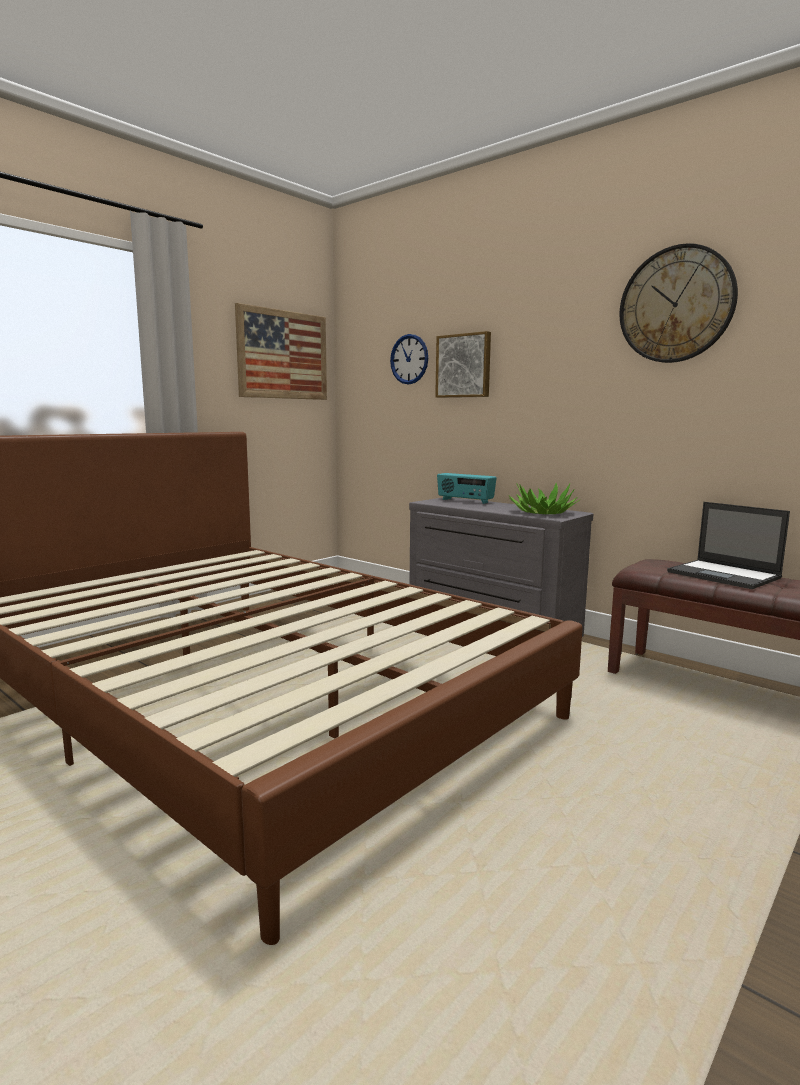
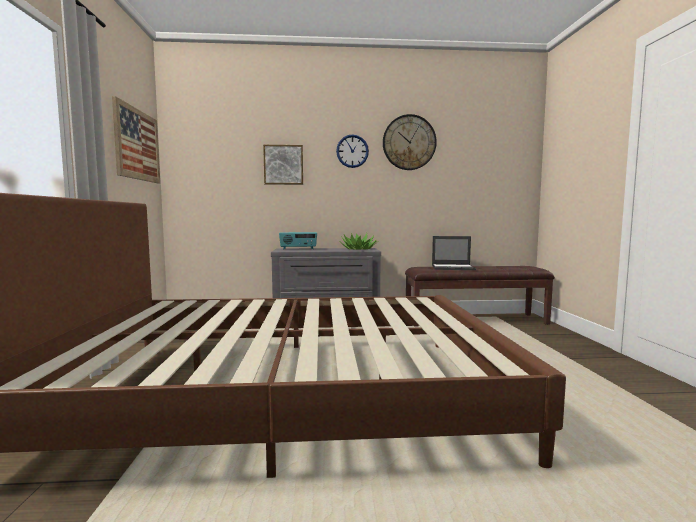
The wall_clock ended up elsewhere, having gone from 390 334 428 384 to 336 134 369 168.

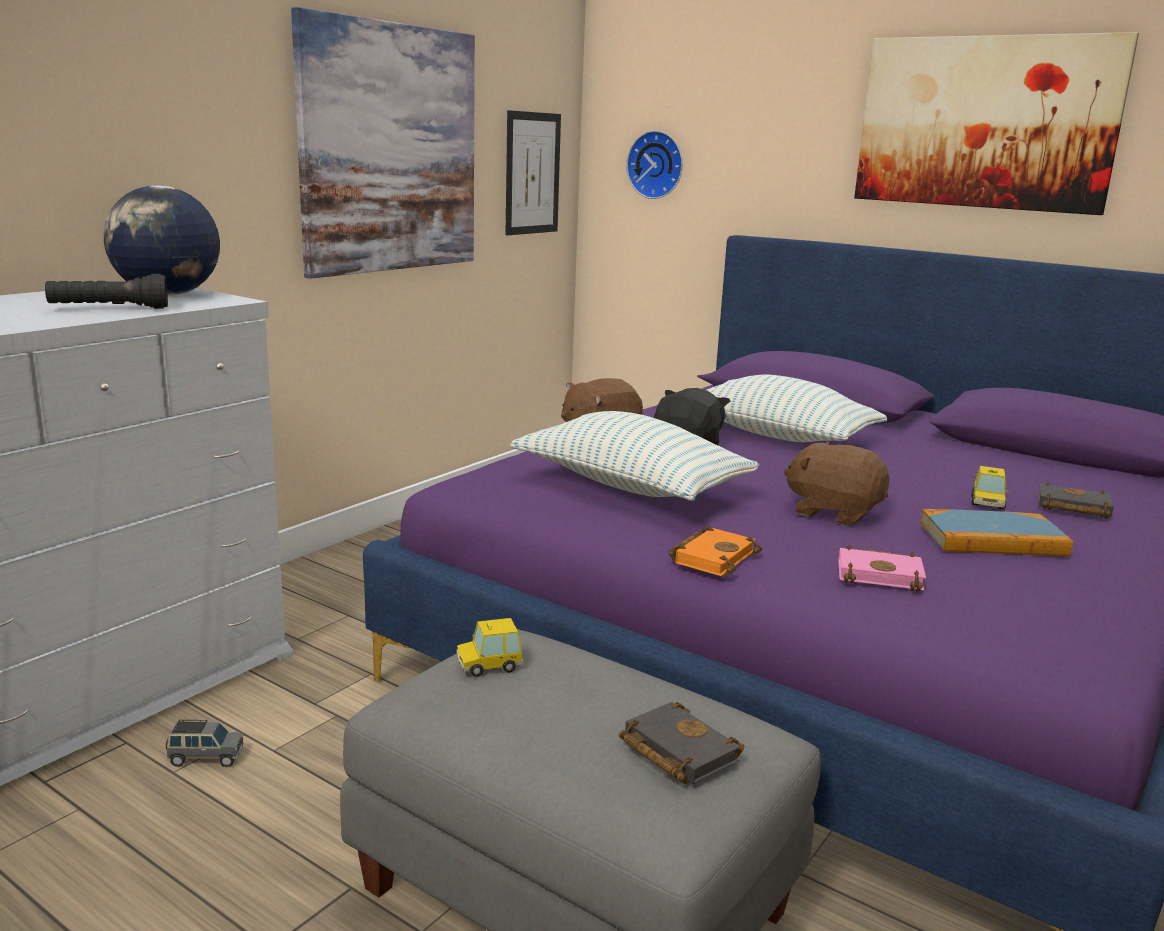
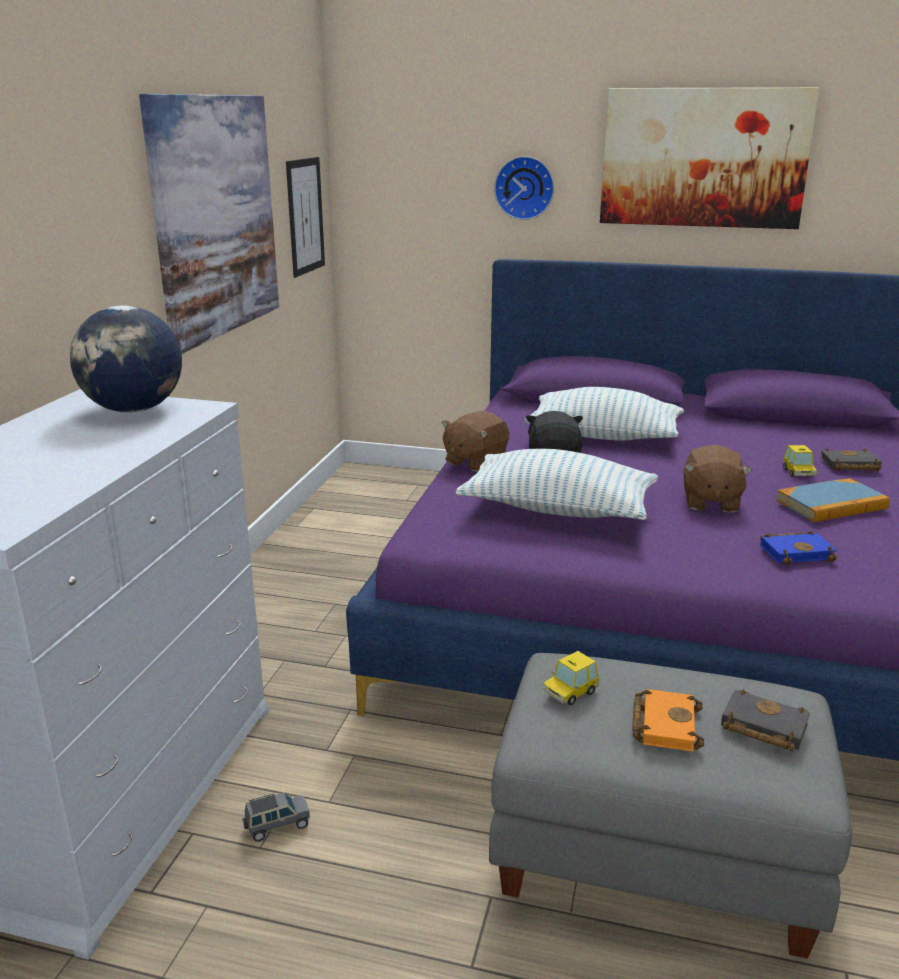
The second view lost the black_flashlight at 45 274 168 309.
The wall_clock ended up elsewhere, having gone from 626 130 683 199 to 494 156 554 220.
The orange_book ended up elsewhere, having gone from 668 526 762 577 to 632 689 704 752.
What was the pink_book at 838 545 926 592 turned into the blue_book at 760 531 837 565.
The brown_plush_toy at 784 442 890 526 ended up facing another way, 90 degrees counterclockwise from before.

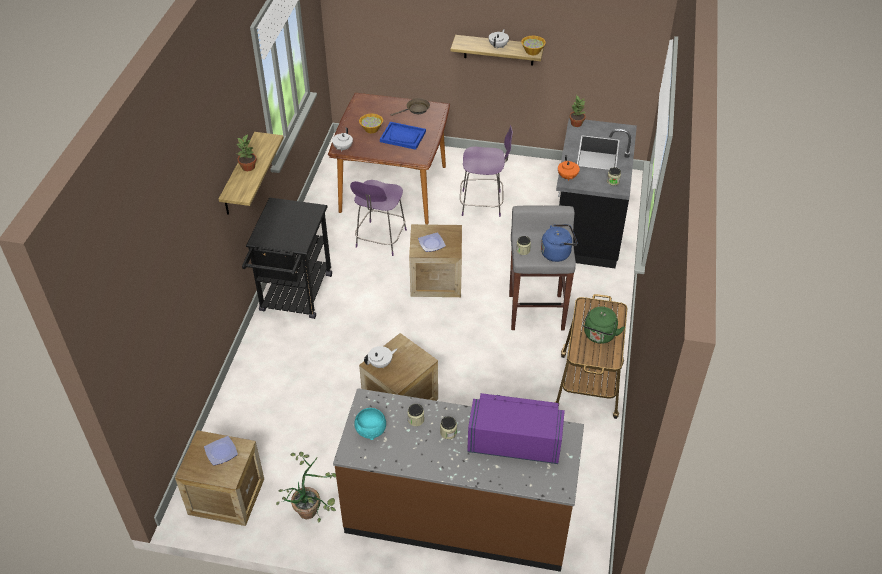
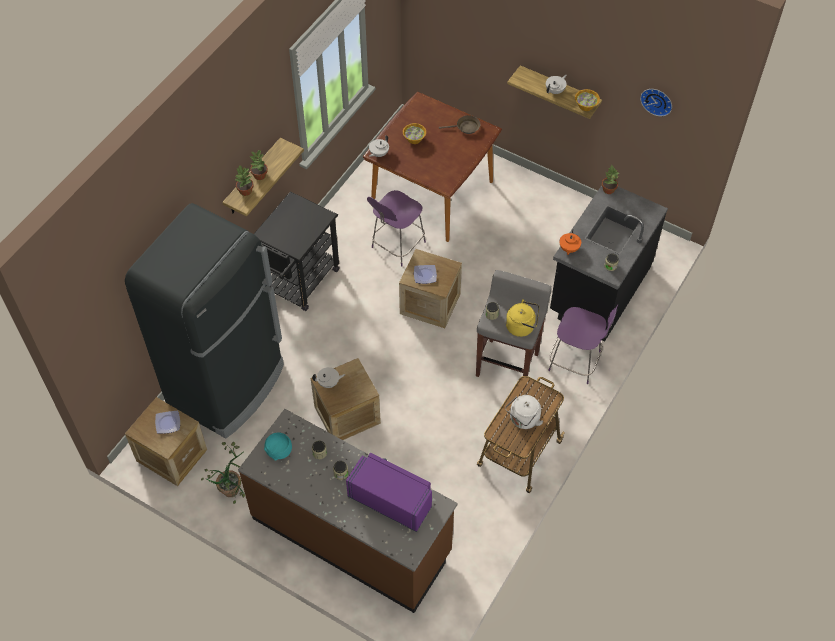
The second view lost the blue_tray at 380 122 426 150.
The second view gained the black_fridge at 125 203 284 438.
The second view gained the potted_plant at 235 165 253 196.
The second view gained the wall_clock at 640 89 672 116.
The purple_chair ended up elsewhere, having gone from 460 125 513 217 to 548 304 618 384.
What was the blue_kettle at 541 224 578 262 turned into the yellow_kettle at 506 299 539 337.
What was the green_kettle at 583 307 625 344 turned into the white_kettle at 505 395 544 429.

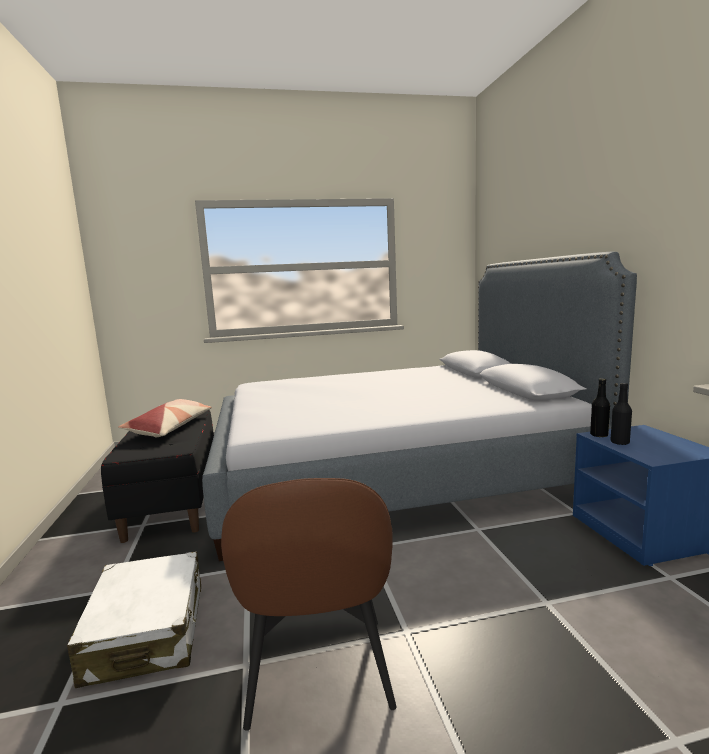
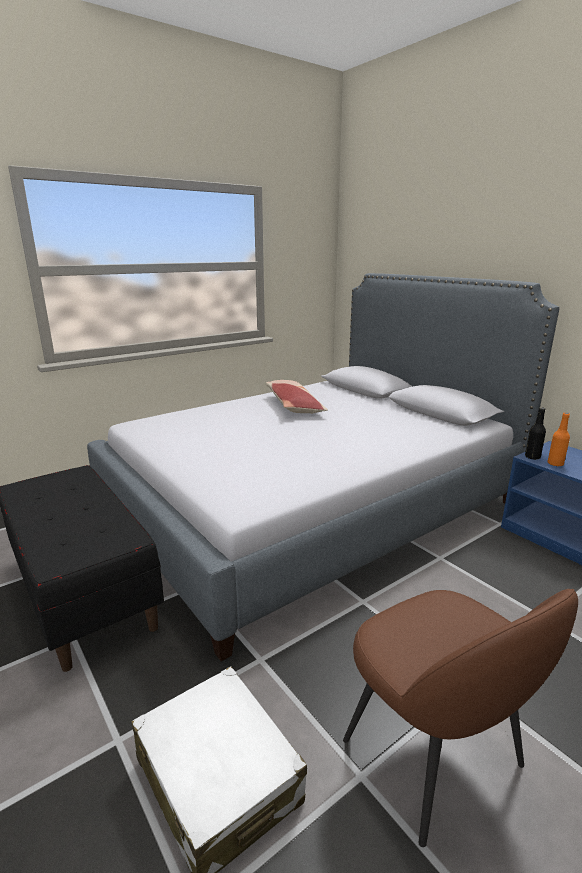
The pillow ended up elsewhere, having gone from 118 399 212 437 to 266 380 328 414.
What was the black_bottle at 610 383 632 445 turned into the orange_bottle at 547 413 570 466.

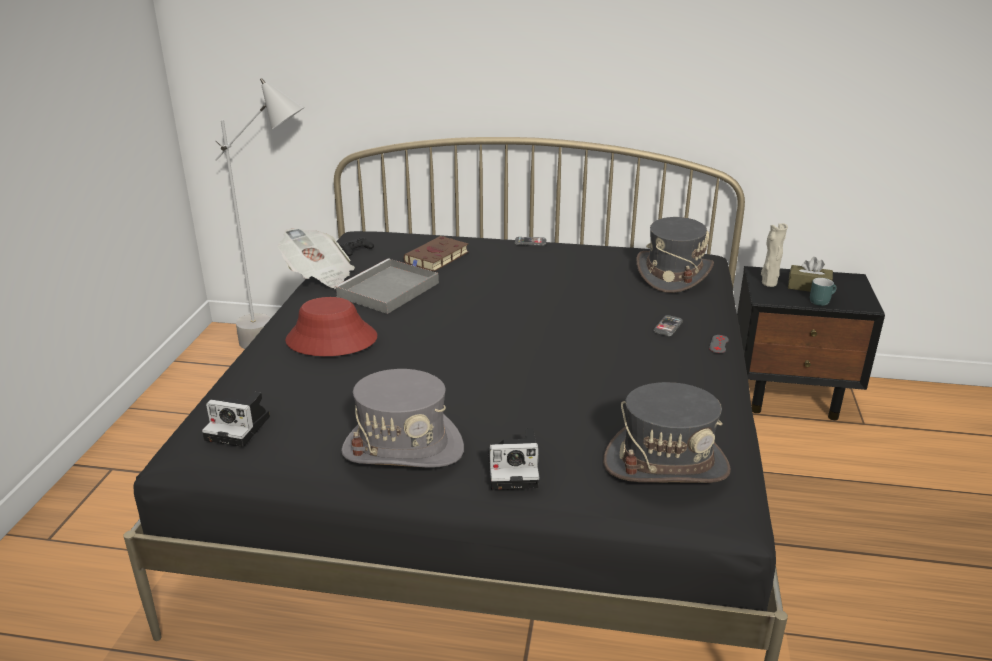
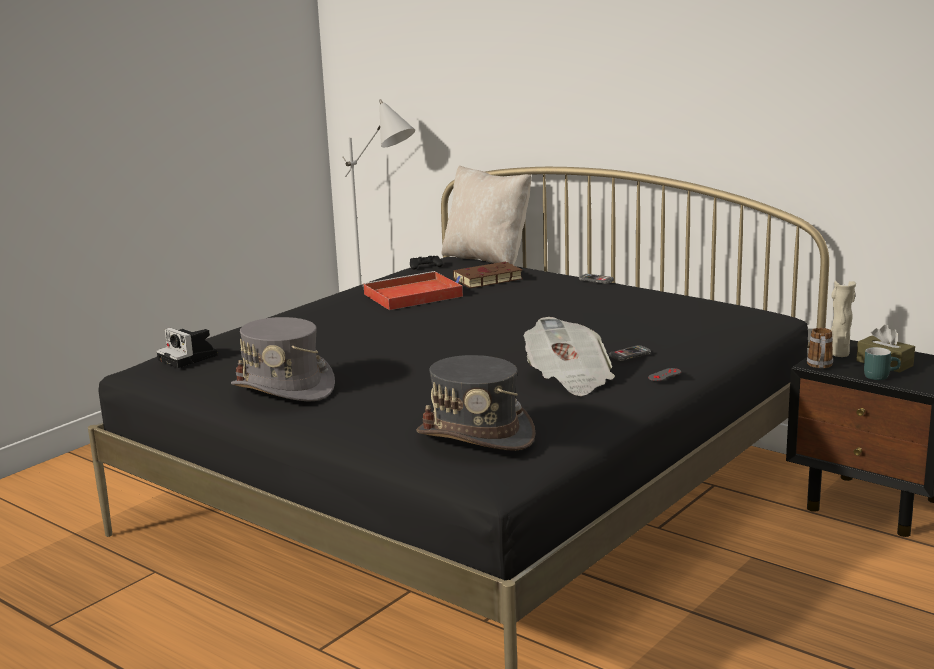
The second view lost the red_hat at 285 297 377 356.
The second view lost the photo_camera at 488 428 540 490.
The second view lost the grey_hat at 637 217 714 293.
The second view gained the beige_pillow at 442 165 531 265.
The second view gained the mug at 807 328 833 368.
The newspaper ended up elsewhere, having gone from 278 228 355 288 to 524 317 615 396.
What was the grey_tray at 334 258 439 314 turned into the red_tray at 363 271 463 310.

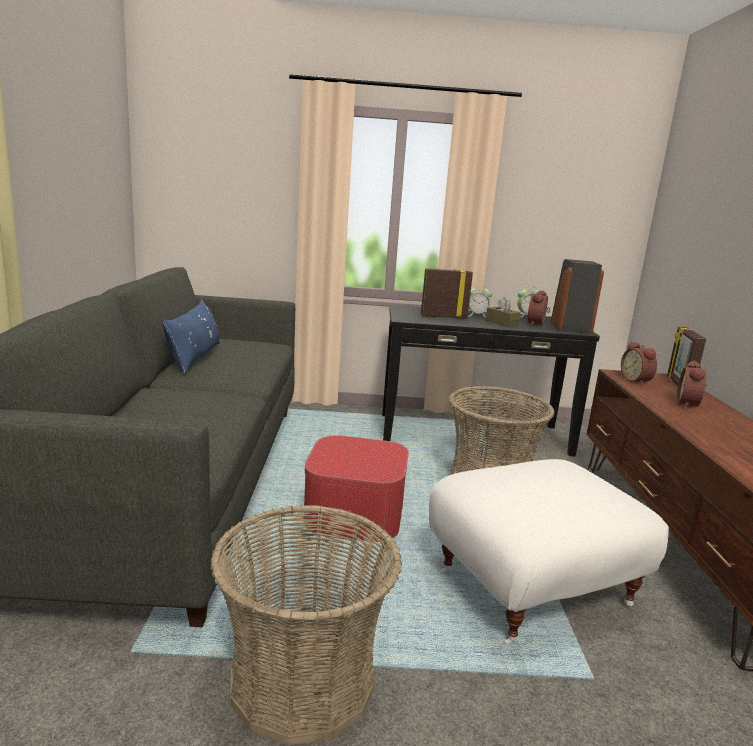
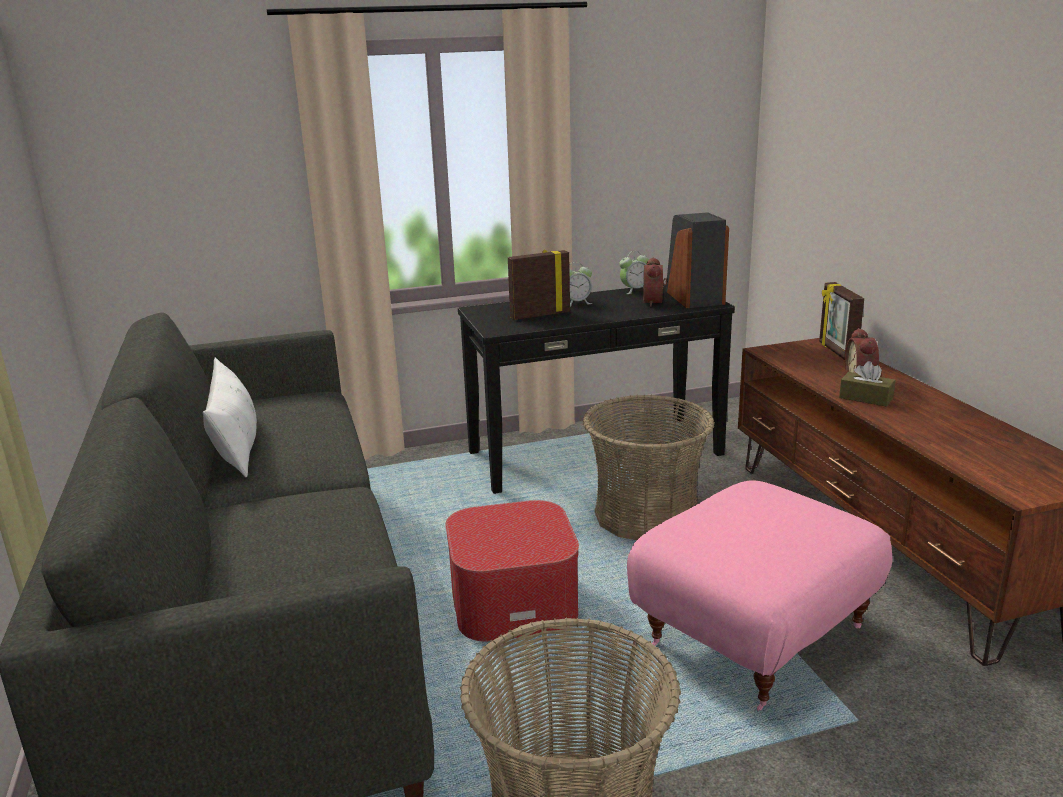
The second view lost the alarm_clock at 621 341 657 385.
The brown_tissue_box ended up elsewhere, having gone from 486 297 521 327 to 839 361 896 407.
What was the blue_pillow at 162 299 220 374 turned into the white_pillow at 203 358 257 477.
What was the white_ottoman at 429 459 669 644 turned into the pink_ottoman at 627 480 893 711.

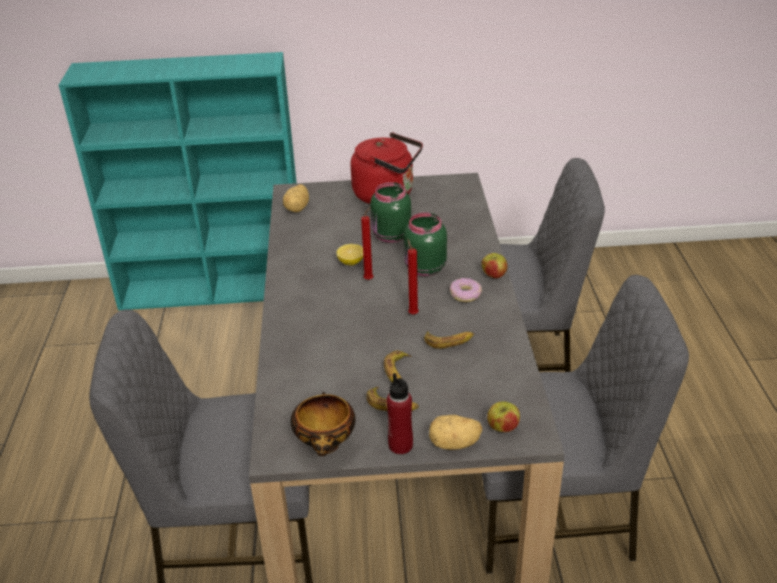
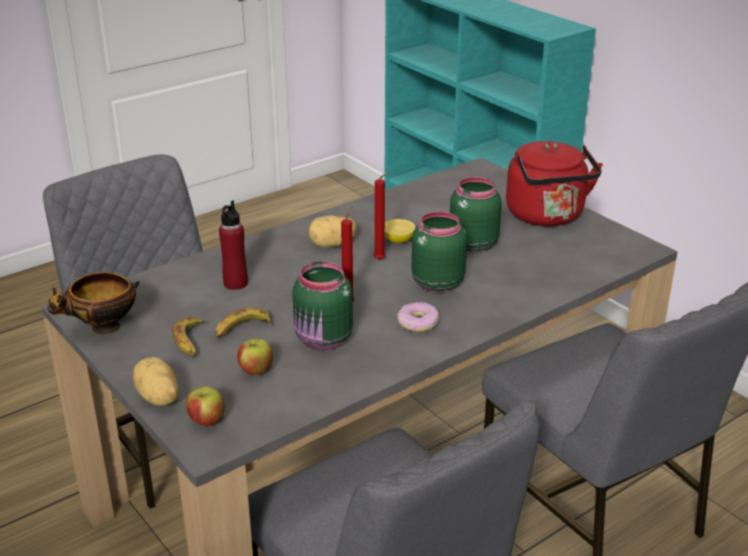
The potato ended up elsewhere, having gone from 283 184 309 212 to 309 215 357 248.
The red_bottle ended up elsewhere, having gone from 387 373 413 454 to 219 200 248 290.
The apple ended up elsewhere, having gone from 482 253 508 278 to 237 339 273 376.
Where the banana stood at 424 331 474 349, the green_jar came to stand at 292 261 353 350.

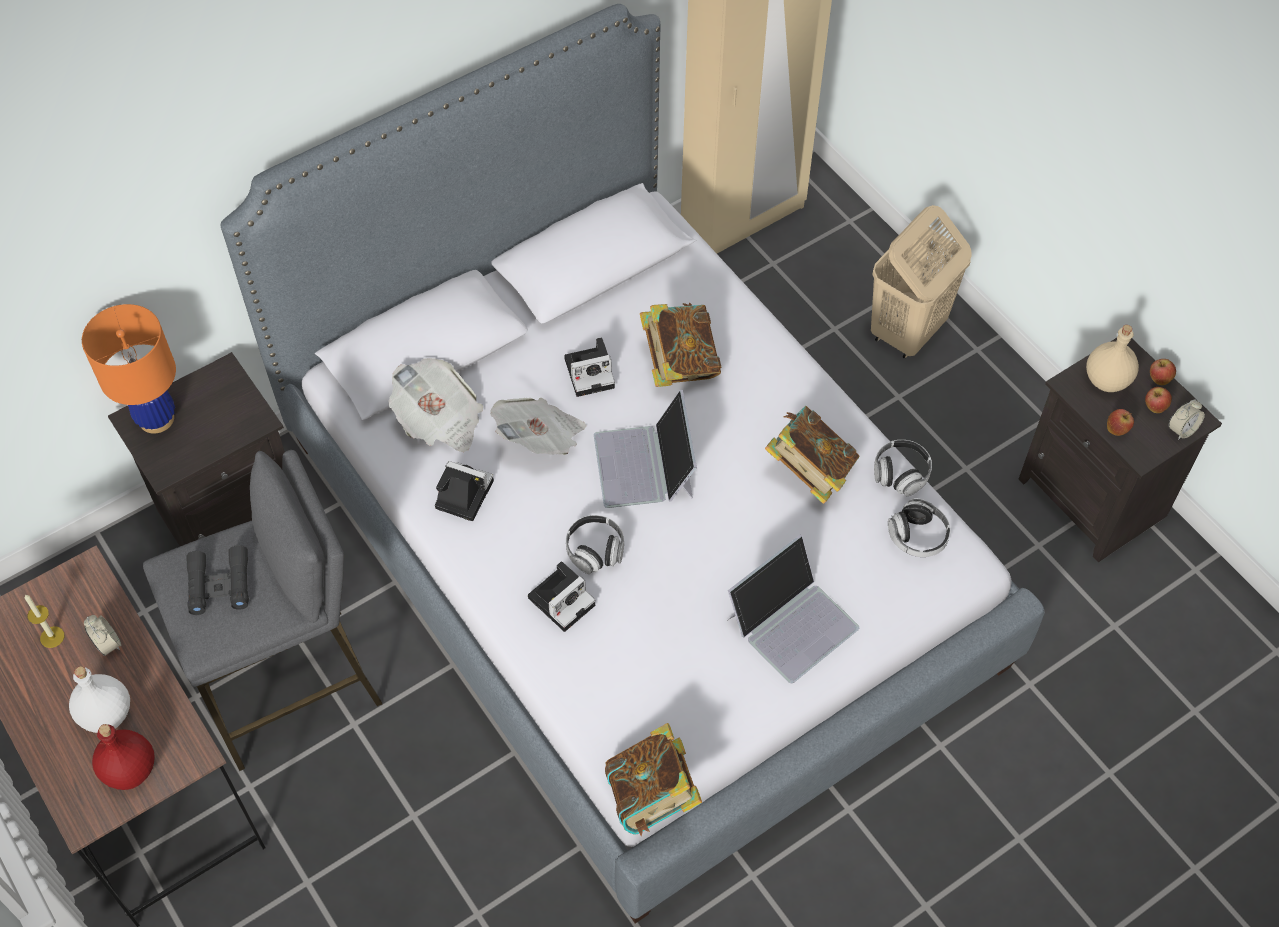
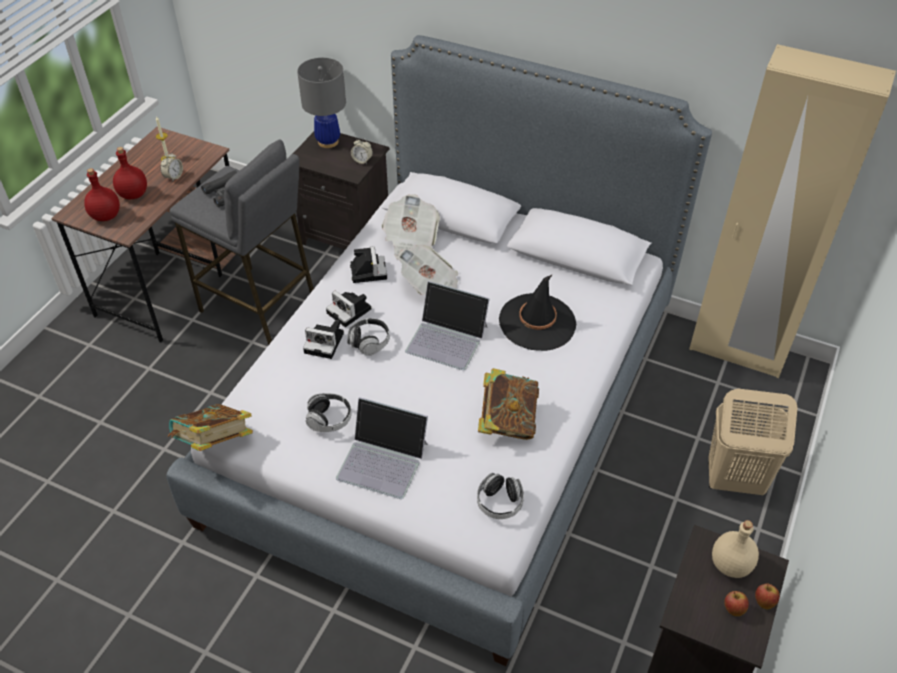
The second view lost the apple at 1107 409 1134 436.
The photo_camera ended up elsewhere, having gone from 564 337 615 397 to 326 291 371 327.
The headphones ended up elsewhere, having gone from 874 440 932 496 to 305 393 352 432.
The alarm_clock ended up elsewhere, having gone from 1169 399 1205 440 to 351 138 373 164.
Where the book stood at 640 303 721 387, the black_hat came to stand at 499 274 576 351.
What was the white_bottle at 69 666 130 733 turned into the red_bottle at 113 147 147 199.
What was the orange_table_lamp at 82 304 176 434 turned into the grey_table_lamp at 297 58 346 148.
The laptop at 594 390 697 508 ended up facing another way, 120 degrees counterclockwise from before.

